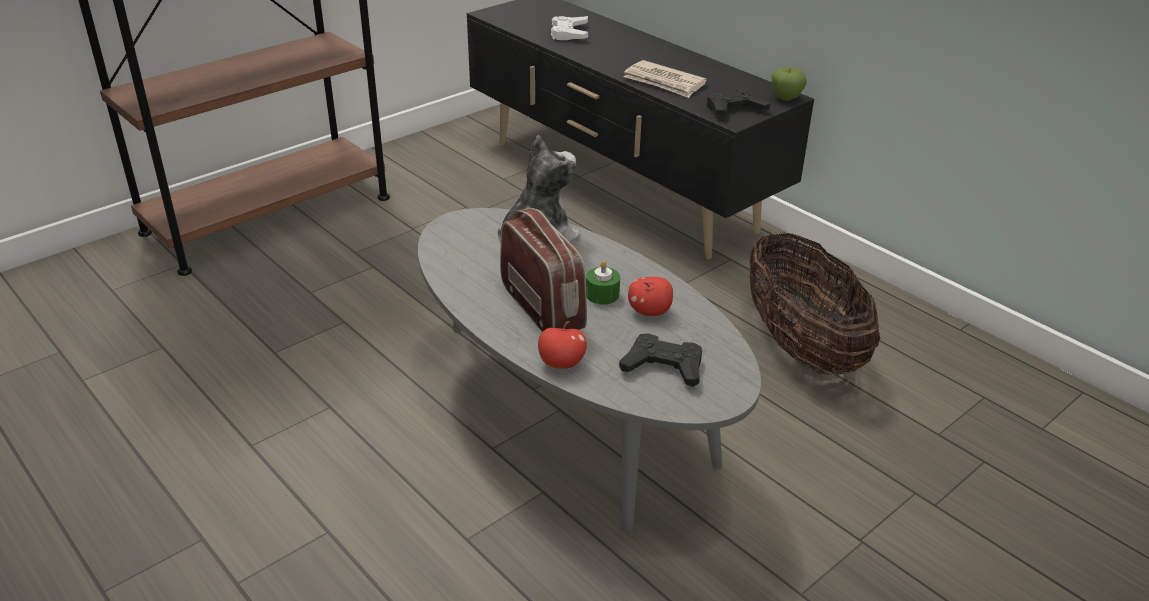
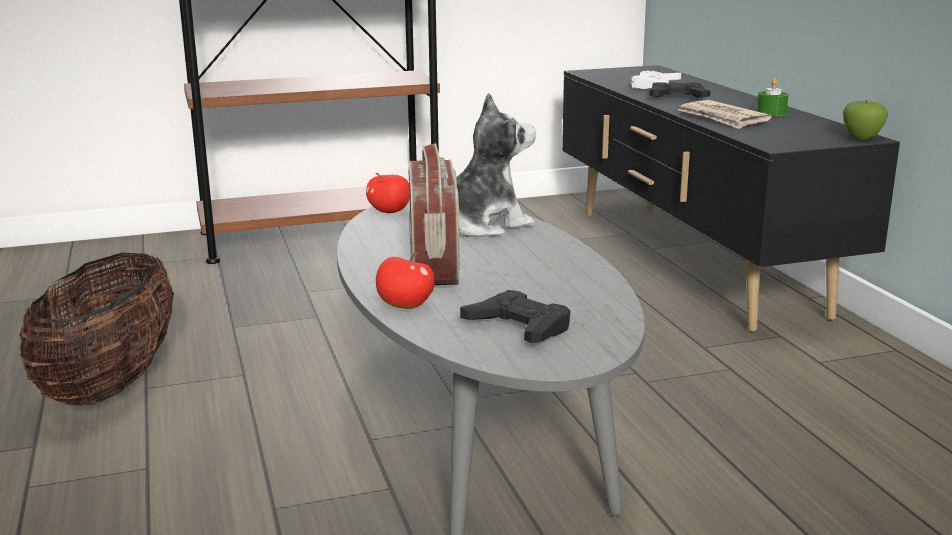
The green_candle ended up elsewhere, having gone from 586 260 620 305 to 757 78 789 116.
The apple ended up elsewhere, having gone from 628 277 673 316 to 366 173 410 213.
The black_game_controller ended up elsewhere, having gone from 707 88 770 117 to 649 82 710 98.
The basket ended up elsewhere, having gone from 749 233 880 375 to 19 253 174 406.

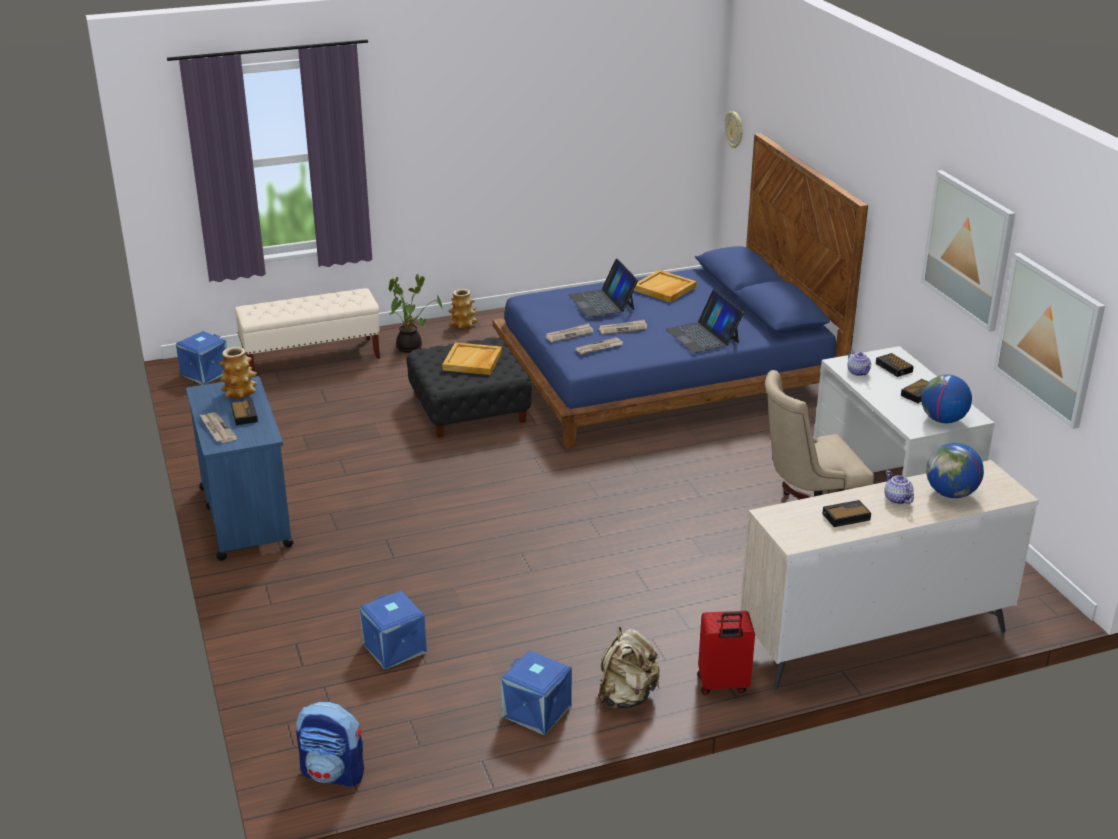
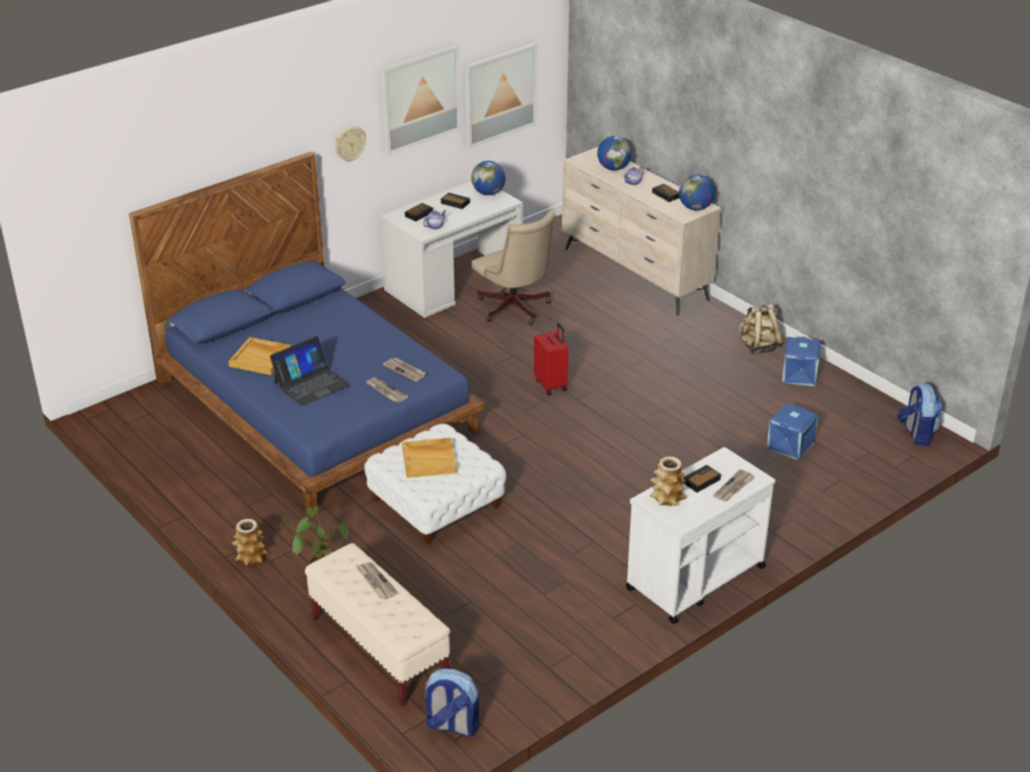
The second view lost the laptop at 666 290 744 353.
The second view gained the globe at 679 174 715 211.
The newspaper ended up elsewhere, having gone from 599 319 647 335 to 356 562 399 600.
The red_suitcase ended up elsewhere, having gone from 697 611 755 695 to 534 323 568 395.
The wall_clock ended up elsewhere, having gone from 725 111 743 148 to 335 127 366 162.
Where the blue_storage_box stood at 176 331 227 385, the backpack came to stand at 424 668 480 737.
What was the blue_cart at 186 376 294 561 turned into the white_cart at 626 447 775 624.
What was the black_ottoman at 407 337 532 438 turned into the white_ottoman at 364 424 506 545.

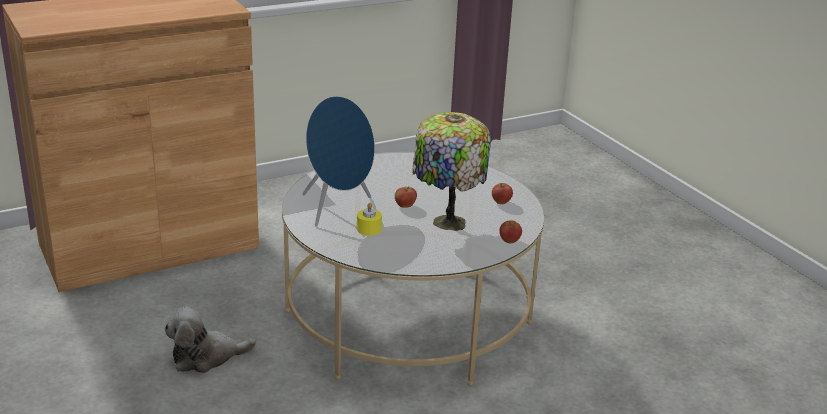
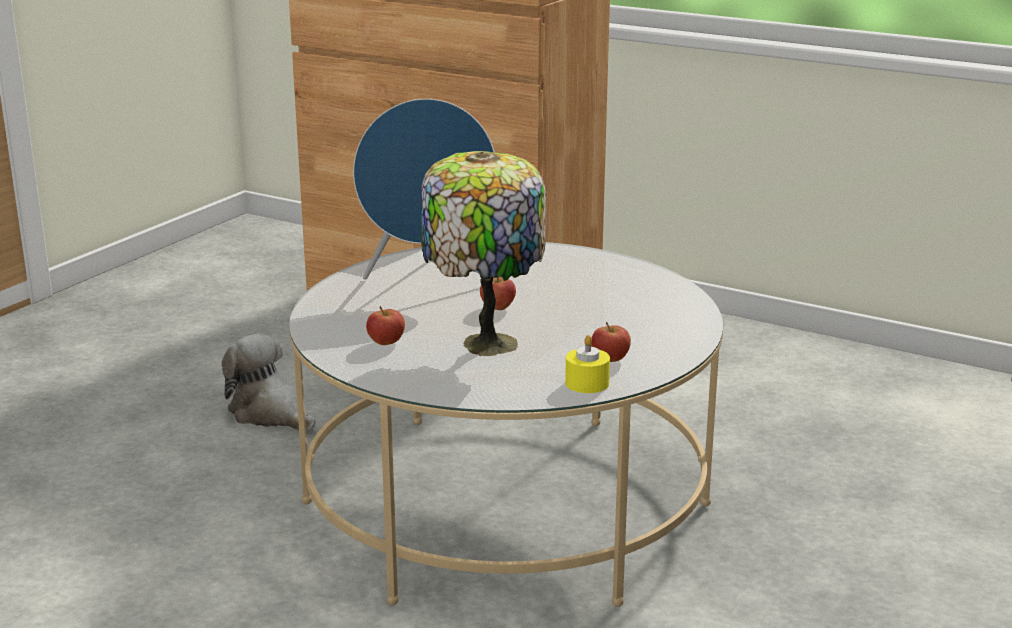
The yellow_candle ended up elsewhere, having gone from 357 203 382 235 to 565 335 610 393.
The apple ended up elsewhere, having gone from 499 220 522 243 to 366 306 405 345.

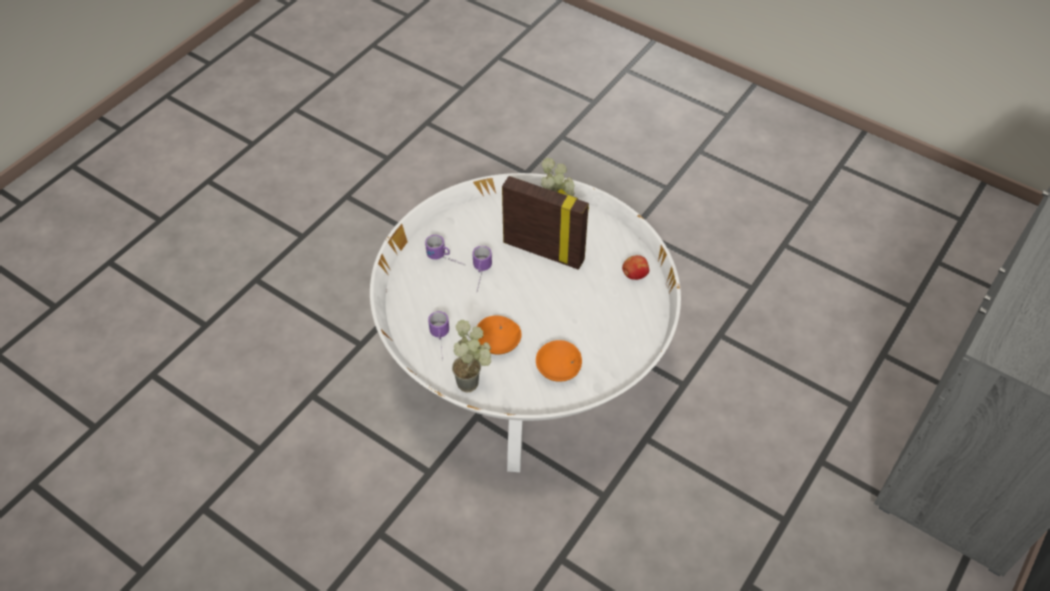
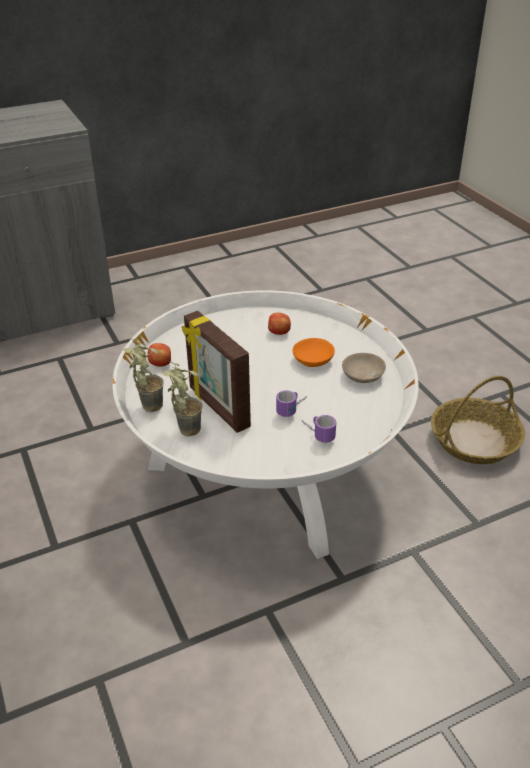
The second view gained the basket at 431 376 525 464.
The potted_plant ended up elsewhere, having gone from 452 320 491 392 to 123 339 164 412.
Where the mug stood at 428 311 449 361, the beige_bowl came to stand at 342 353 386 383.
Where the orange_bowl stood at 536 340 582 382, the apple came to stand at 268 313 291 335.

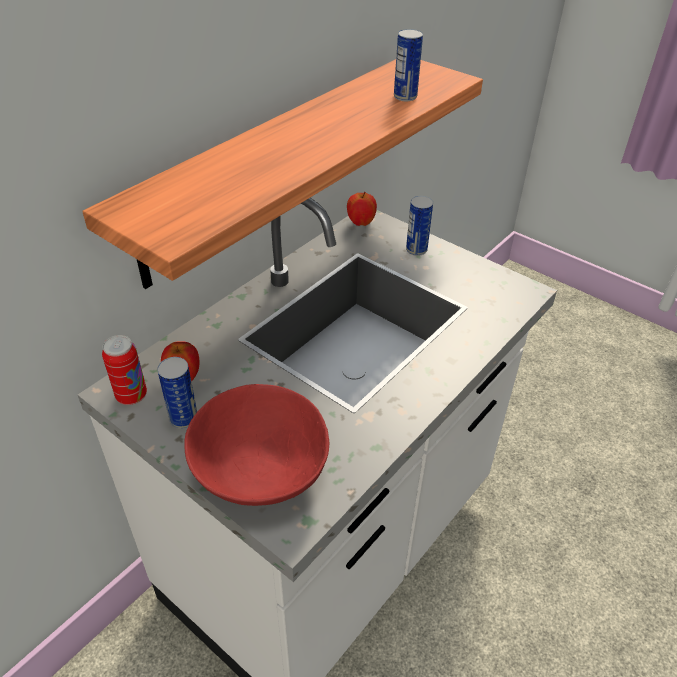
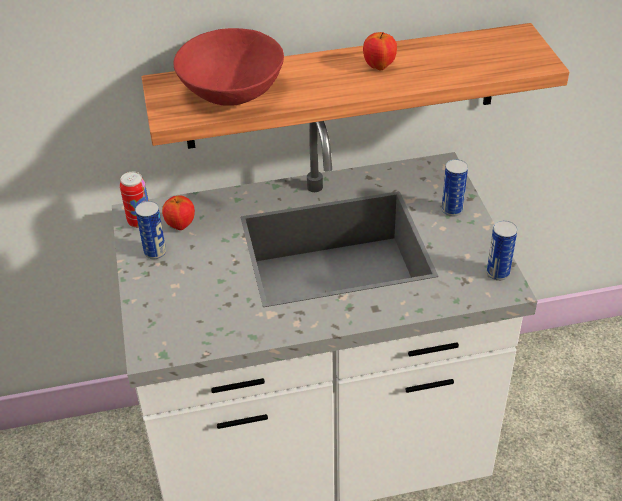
The red_bowl ended up elsewhere, having gone from 184 384 329 506 to 173 28 284 106.
The apple ended up elsewhere, having gone from 347 192 377 226 to 363 32 397 71.
The can ended up elsewhere, having gone from 394 29 423 101 to 487 221 518 281.

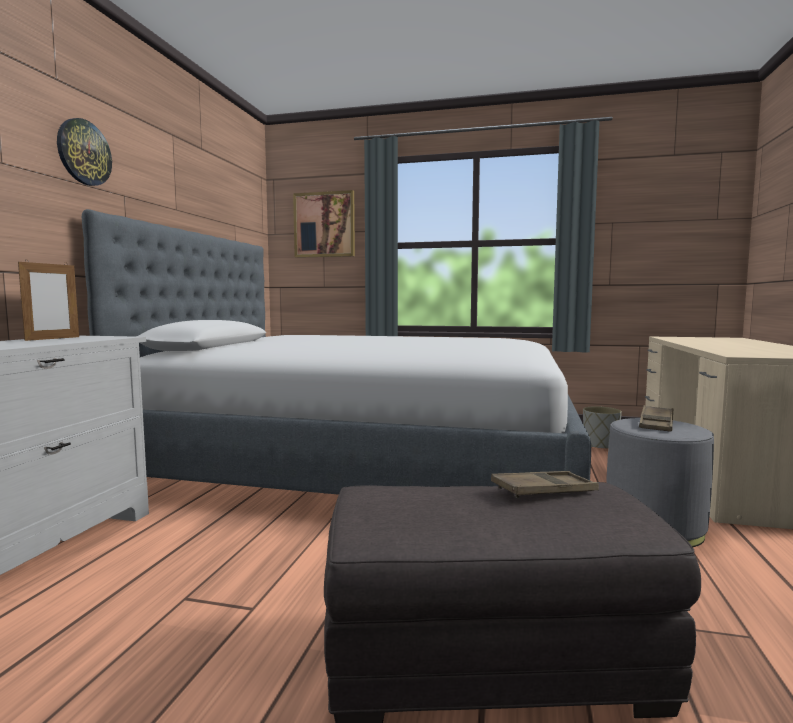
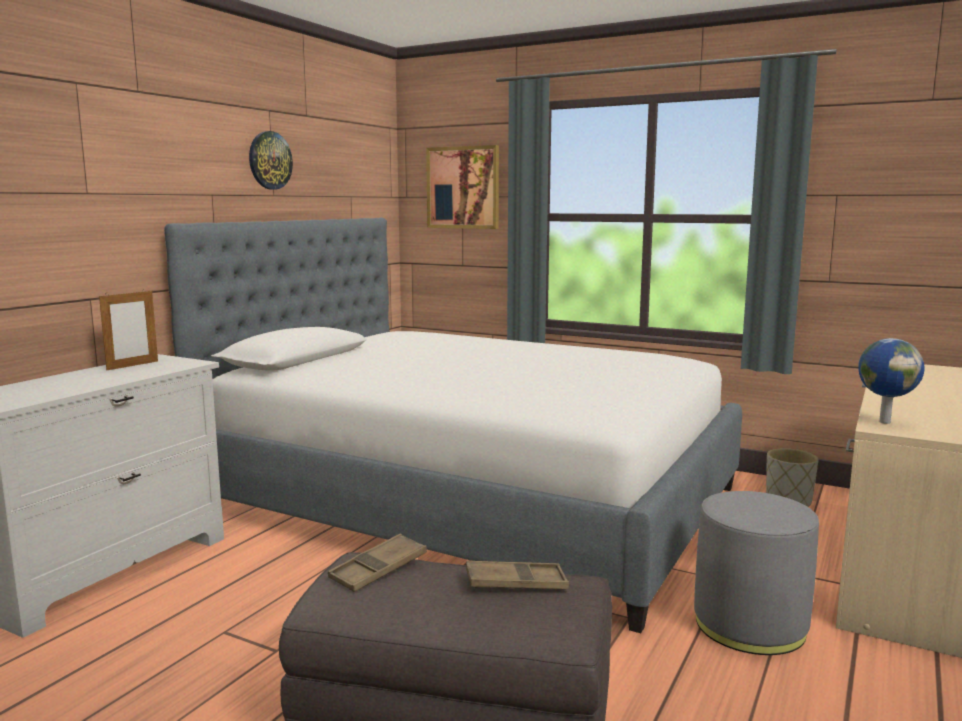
The second view gained the globe at 858 338 924 424.
The wall_clock ended up elsewhere, having gone from 57 118 112 186 to 249 131 293 190.
The brown_tray ended up elsewhere, having gone from 639 405 673 432 to 328 533 427 592.

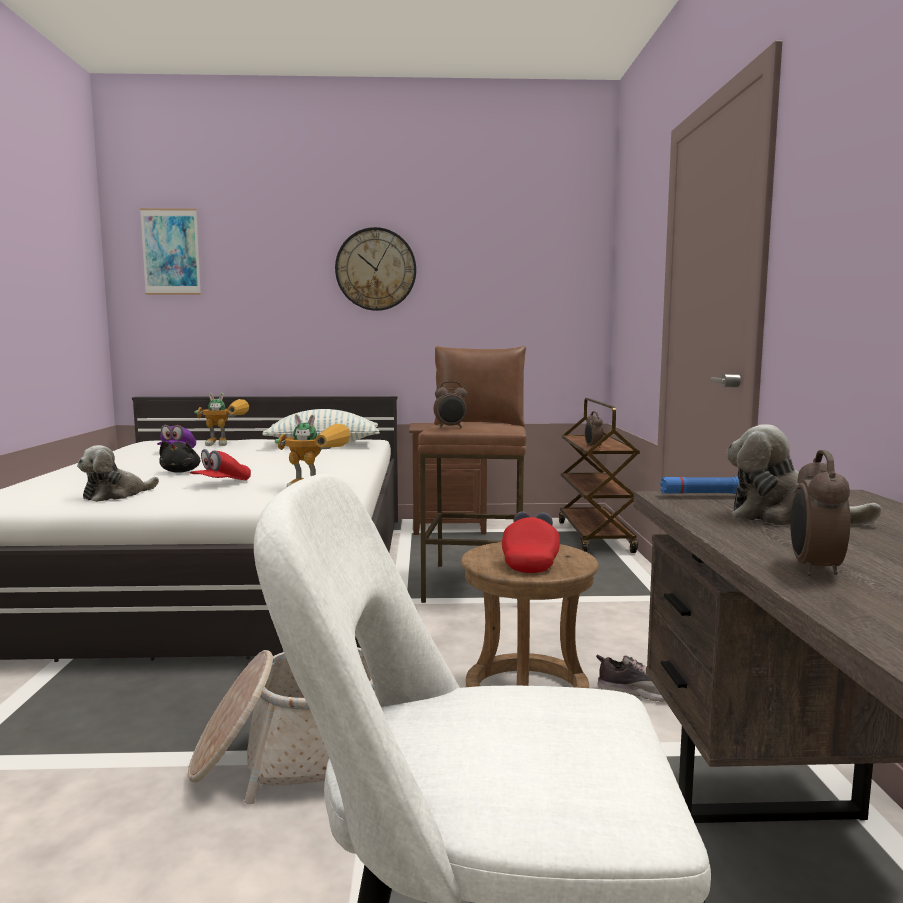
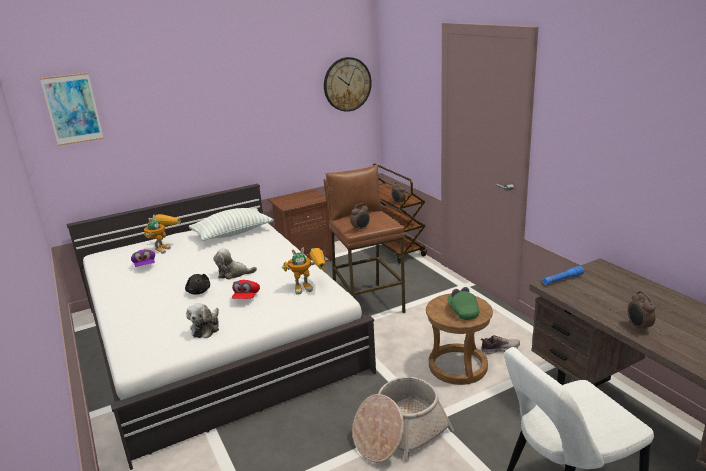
The wall_clock ended up elsewhere, having gone from 335 227 416 311 to 324 57 372 112.
The plush_toy ended up elsewhere, having gone from 727 424 882 525 to 213 248 257 279.
What was the red_cap at 502 511 560 573 turned into the green_cap at 447 287 480 320.
The toy_robot at 194 393 249 446 ended up facing another way, 45 degrees counterclockwise from before.

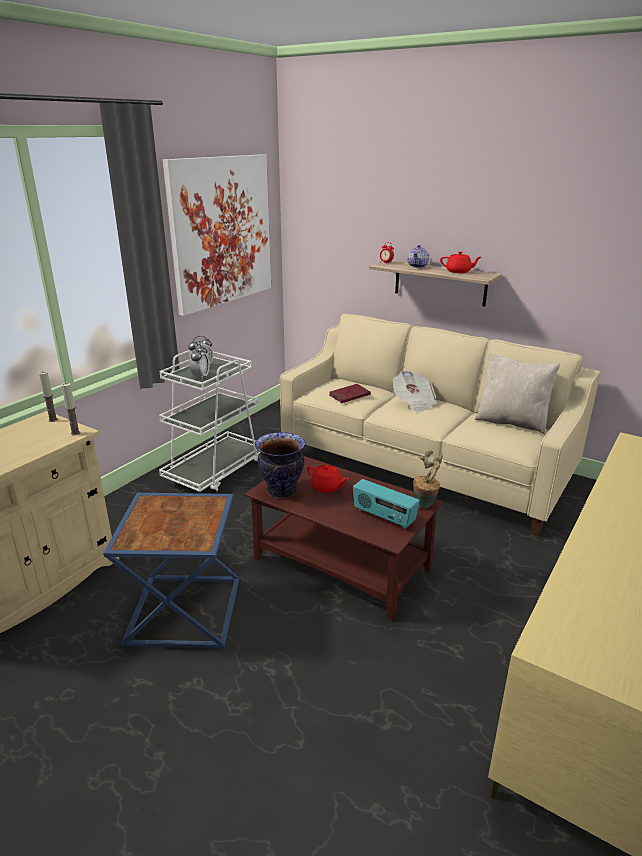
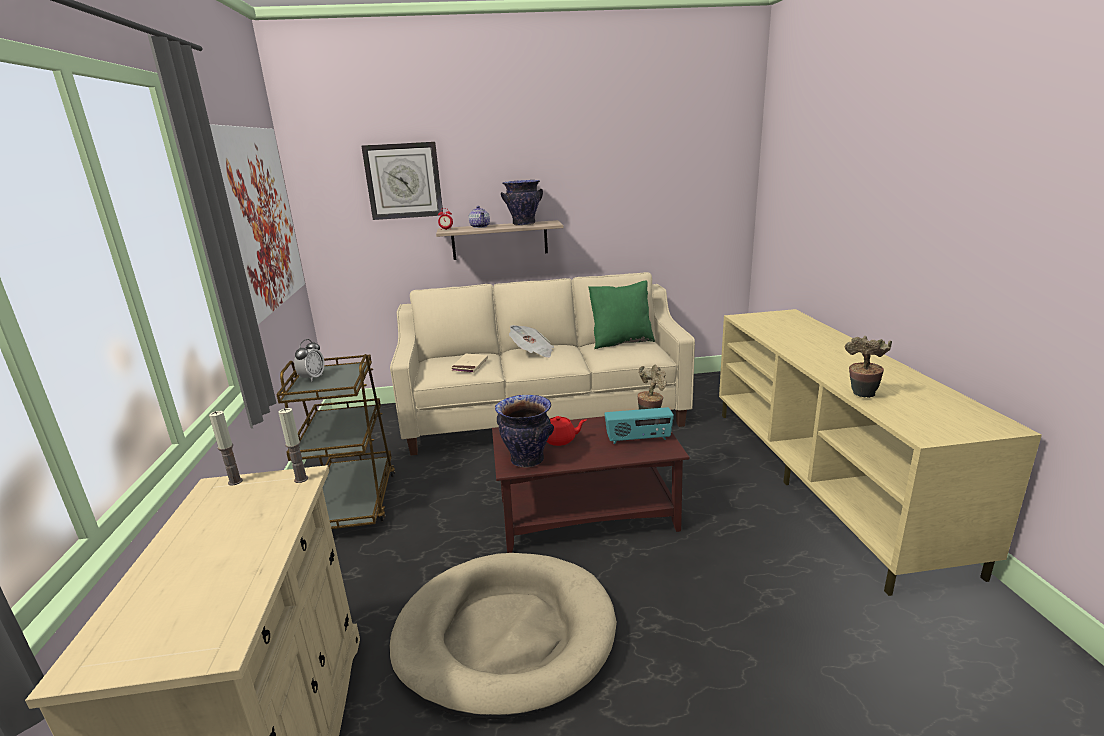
The second view lost the alarm_clock at 190 344 209 379.
The second view gained the wall_clock at 361 142 443 220.
The second view gained the potted_plant at 845 336 892 398.
Where the blue_side_table stood at 103 493 240 648, the beige_dog_bed came to stand at 389 553 617 719.
Where the red_teapot stood at 440 251 481 273, the vase came to stand at 501 180 543 226.
What was the white_cart at 159 350 260 494 turned into the brown_cart at 276 354 395 529.
What was the red_book at 329 384 371 403 turned into the beige_book at 451 353 488 373.
What was the beige_pillow at 474 353 560 435 turned into the green_pillow at 588 280 655 349.

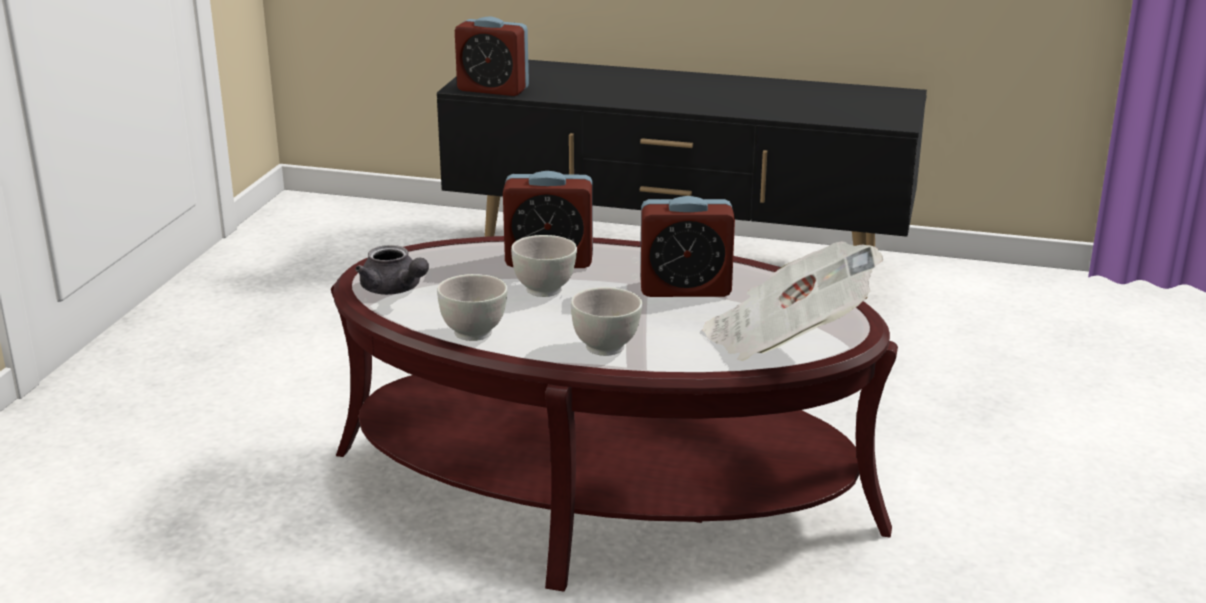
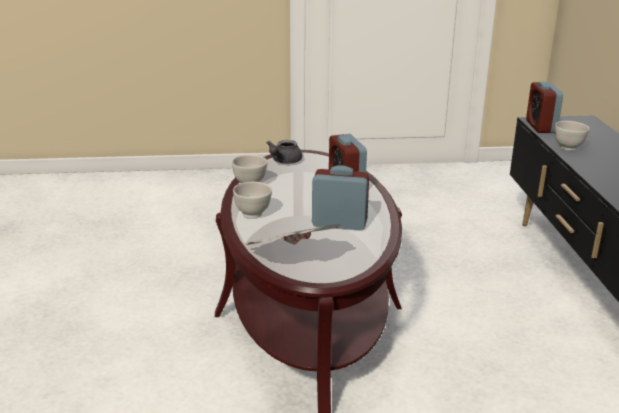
The white_bowl ended up elsewhere, having gone from 511 235 577 297 to 555 121 590 151.
The alarm_clock at 640 196 735 297 ended up facing another way, 120 degrees clockwise from before.

